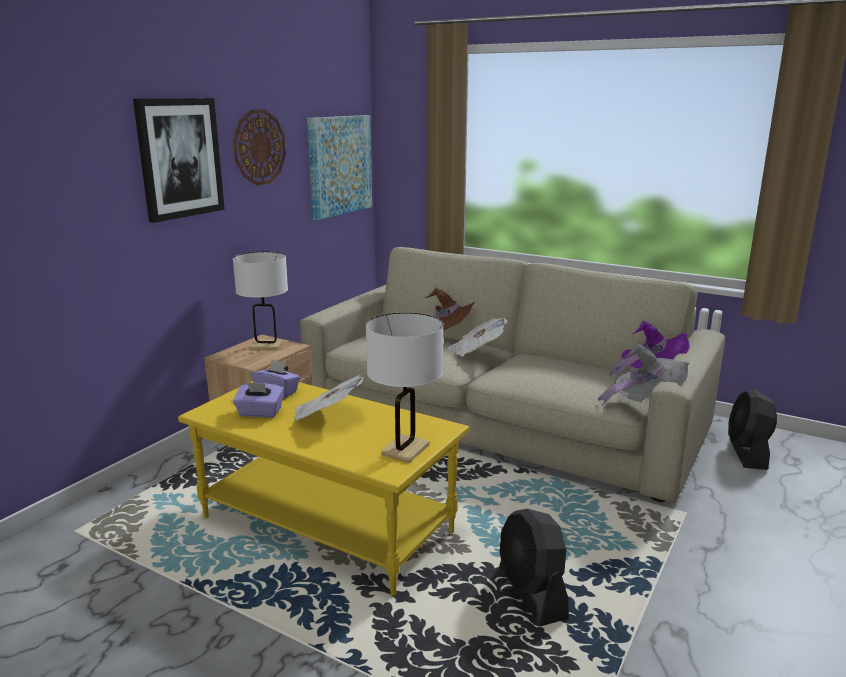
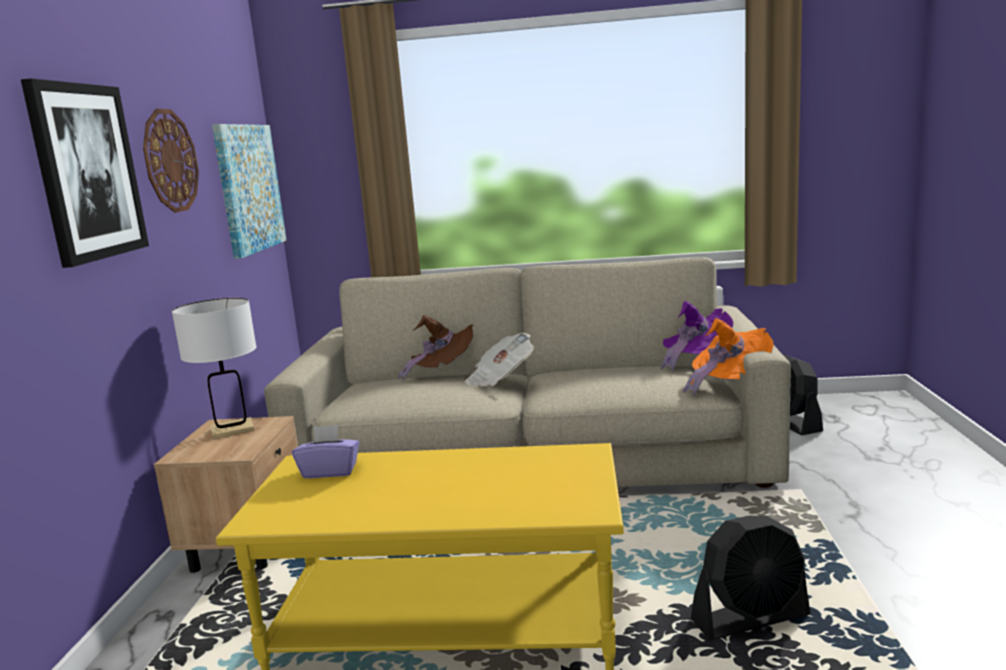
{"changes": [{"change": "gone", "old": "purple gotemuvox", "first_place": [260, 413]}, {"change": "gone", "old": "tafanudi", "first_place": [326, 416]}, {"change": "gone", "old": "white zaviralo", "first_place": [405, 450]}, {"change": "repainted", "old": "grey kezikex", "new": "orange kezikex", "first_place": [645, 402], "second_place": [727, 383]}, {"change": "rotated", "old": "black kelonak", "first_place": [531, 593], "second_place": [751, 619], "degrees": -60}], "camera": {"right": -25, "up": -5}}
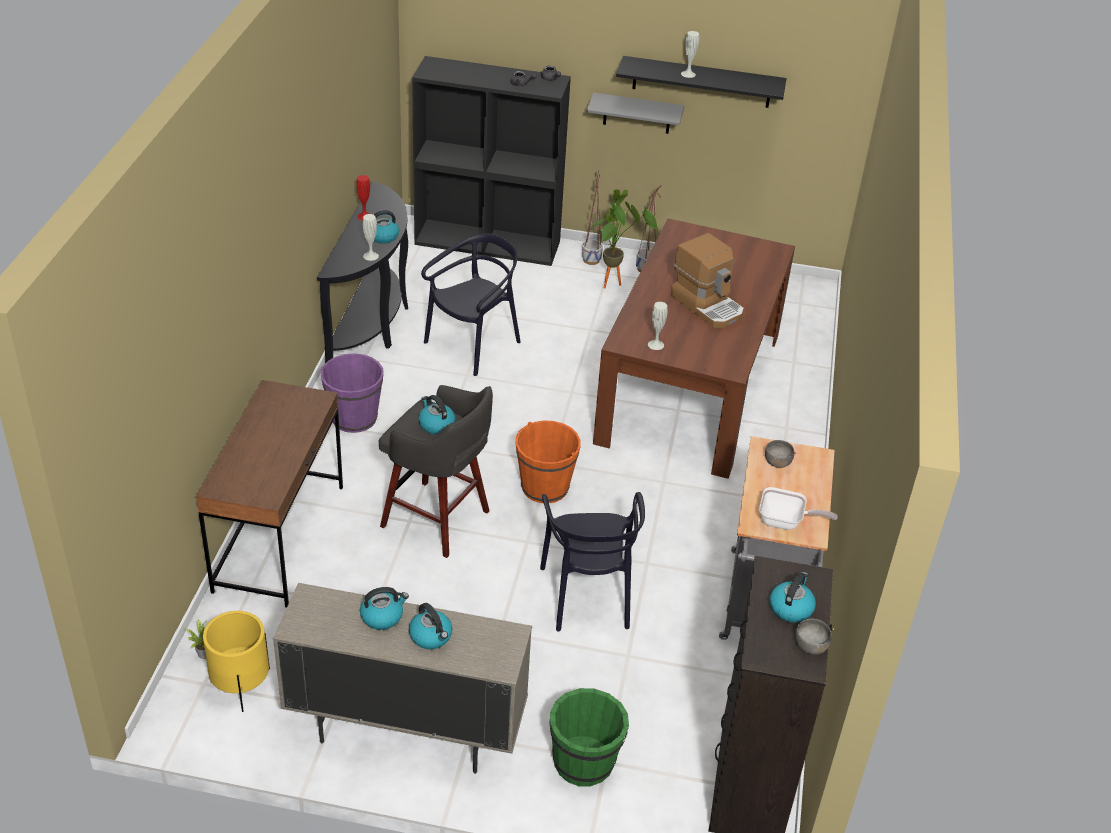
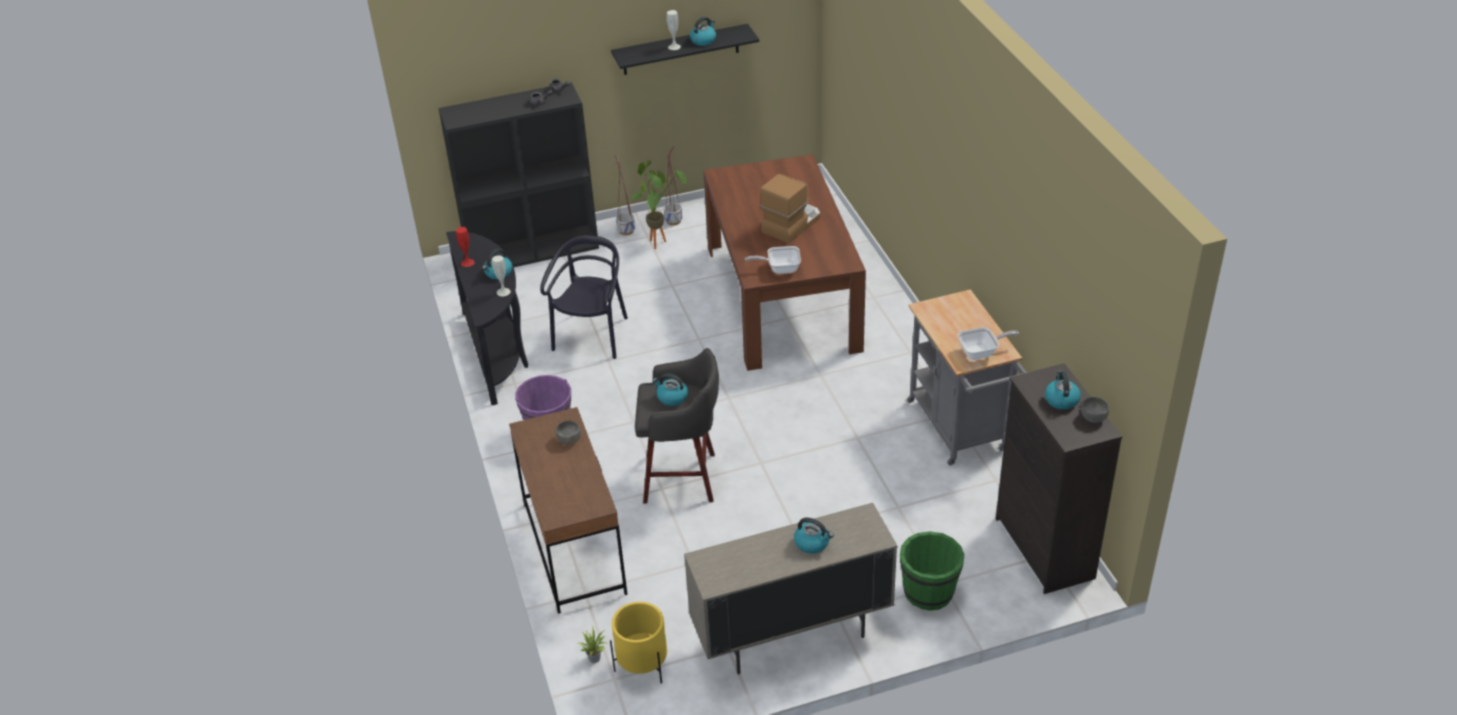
{"changes": [{"change": "gone", "old": "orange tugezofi", "first_place": [545, 487]}, {"change": "gone", "old": "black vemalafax", "first_place": [588, 596]}, {"change": "gone", "old": "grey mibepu", "first_place": [637, 113]}, {"change": "shifted", "old": "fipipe", "first_place": [382, 616], "second_place": [703, 40]}, {"change": "shifted", "old": "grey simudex", "first_place": [777, 462], "second_place": [569, 440]}, {"change": "swapped", "old": "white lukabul", "new": "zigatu", "first_place": [656, 345], "second_place": [780, 269]}, {"change": "rotated", "old": "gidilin", "first_place": [708, 305], "second_place": [791, 224], "degrees": -75}], "camera": {"right": -25, "up": 0}}
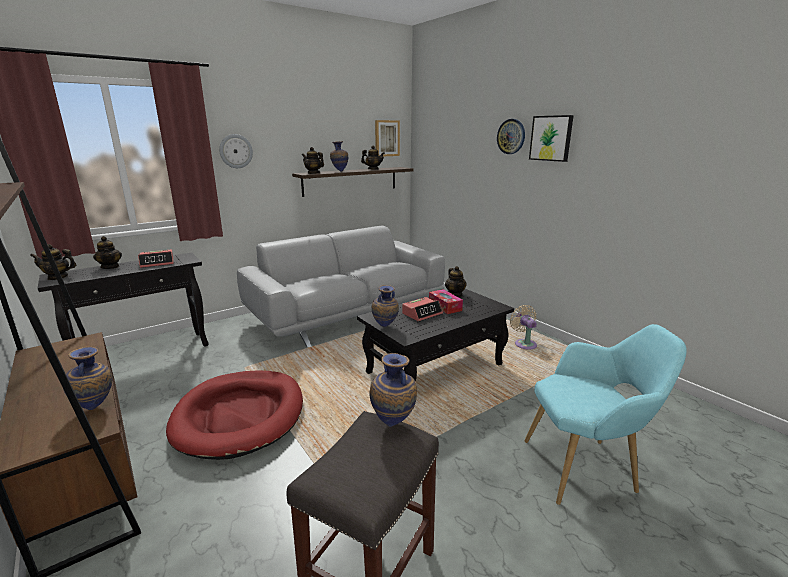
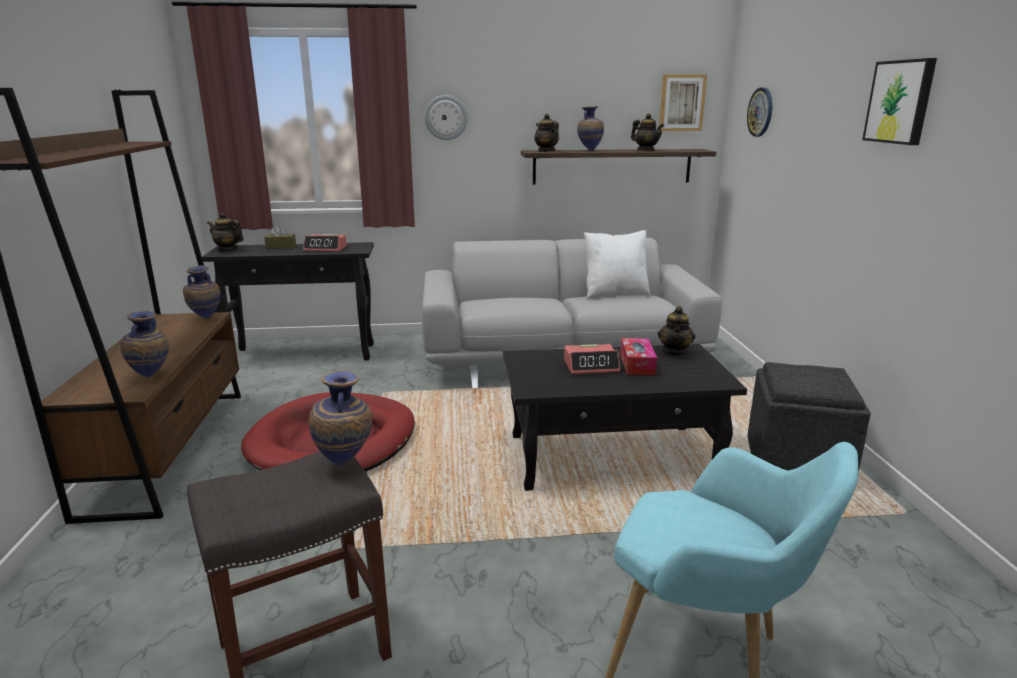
{"changes": [{"change": "new", "new": "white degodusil", "second_place": [614, 294]}, {"change": "shifted", "old": "lukabul", "first_place": [385, 327], "second_place": [205, 319]}, {"change": "shifted", "old": "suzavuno", "first_place": [511, 136], "second_place": [760, 112]}, {"change": "swapped", "old": "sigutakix", "new": "brown gotemuvox", "first_place": [110, 267], "second_place": [281, 246]}, {"change": "swapped", "old": "beige kelonak", "new": "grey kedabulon", "first_place": [524, 343], "second_place": [796, 462]}], "camera": {"right": 30, "up": 0}}
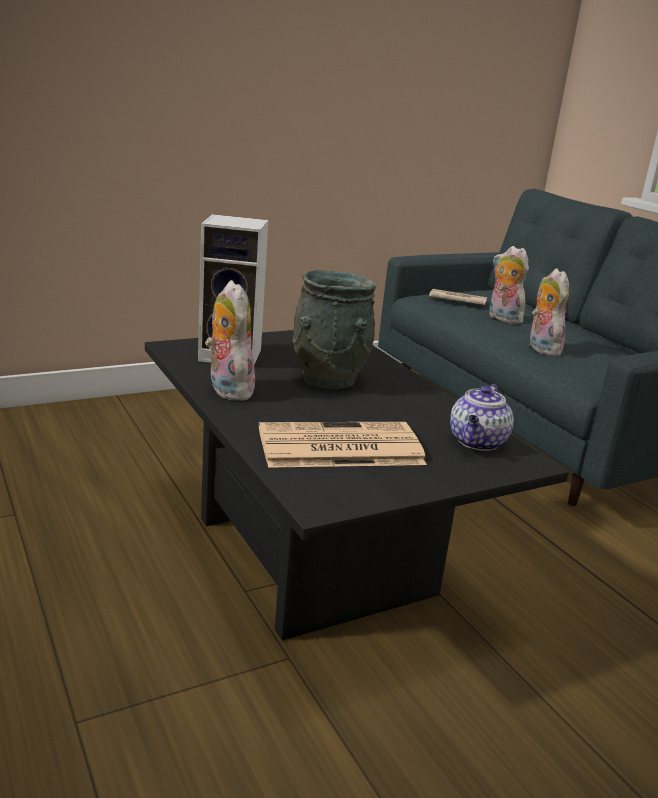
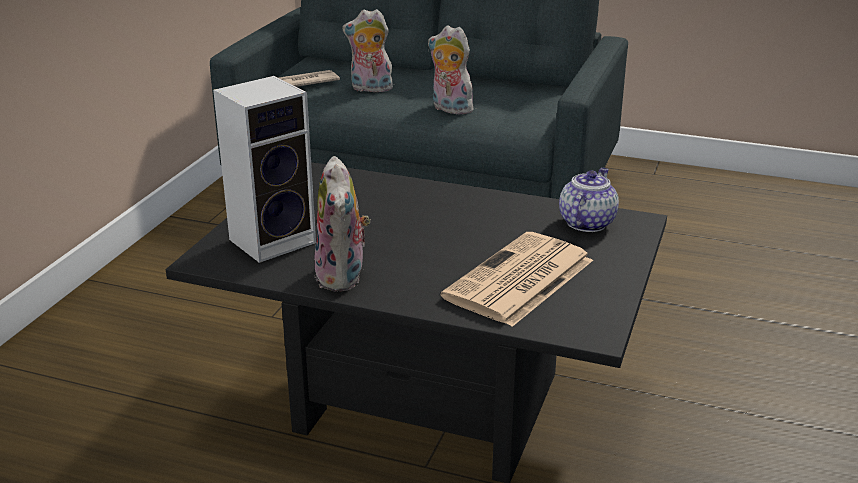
{"changes": [{"change": "gone", "old": "grey lukabul", "first_place": [329, 379]}, {"change": "rotated", "old": "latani", "first_place": [227, 389], "second_place": [344, 277], "degrees": -120}, {"change": "rotated", "old": "sigutakix", "first_place": [477, 442], "second_place": [586, 222], "degrees": -135}], "camera": {"right": -40, "up": 5}}
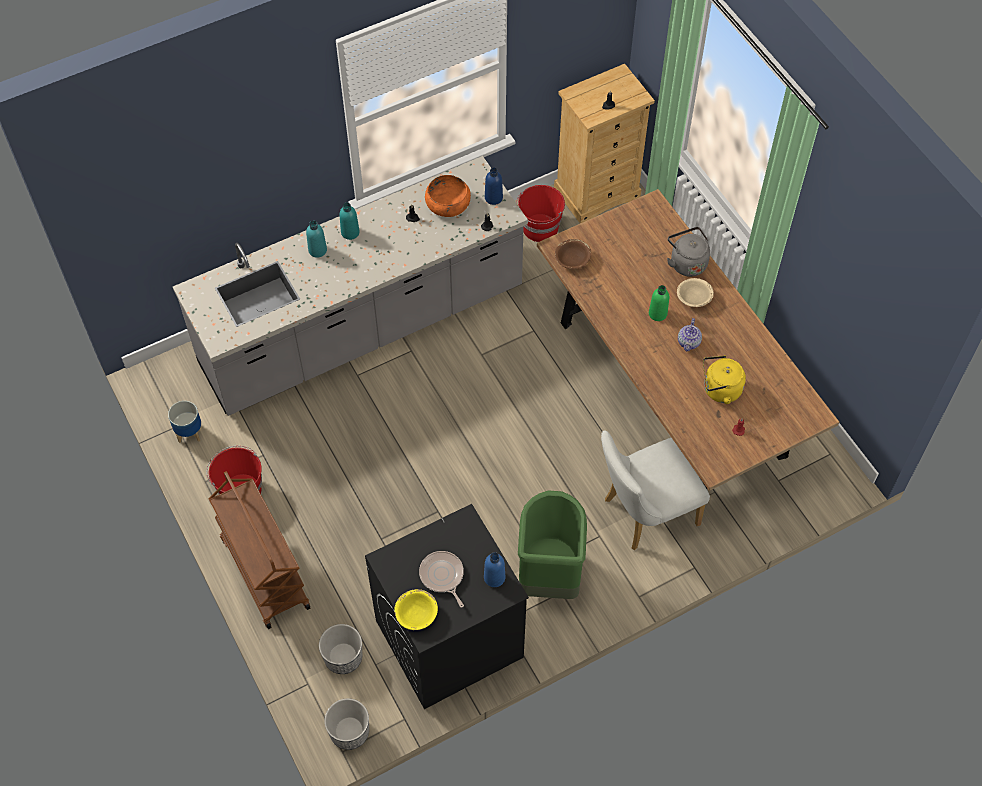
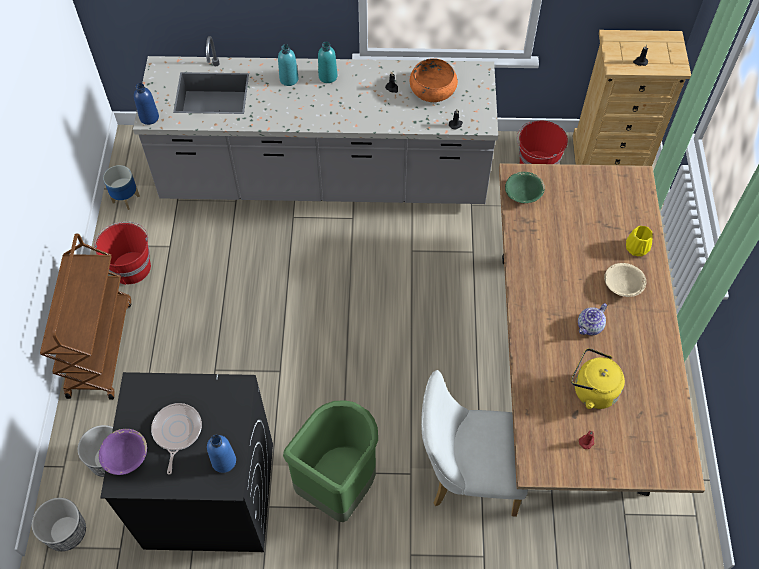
{"changes": [{"change": "gone", "old": "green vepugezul", "first_place": [657, 313]}, {"change": "shifted", "old": "blue vepugezul", "first_place": [493, 198], "second_place": [149, 117]}, {"change": "swapped", "old": "grey fipipe", "new": "yellow lukabul", "first_place": [686, 262], "second_place": [637, 248]}, {"change": "repainted", "old": "yellow simudex", "new": "purple simudex", "first_place": [416, 614], "second_place": [126, 456]}, {"change": "repainted", "old": "brown simudex", "new": "green simudex", "first_place": [572, 260], "second_place": [523, 194]}], "camera": {"right": 30, "up": 0}}
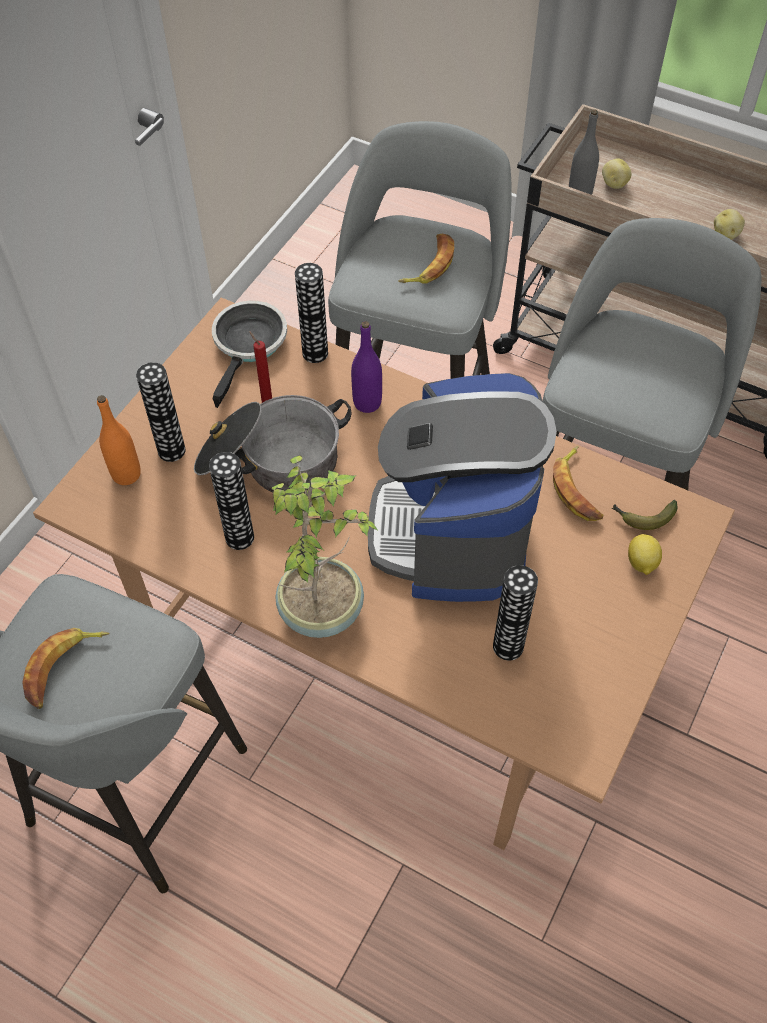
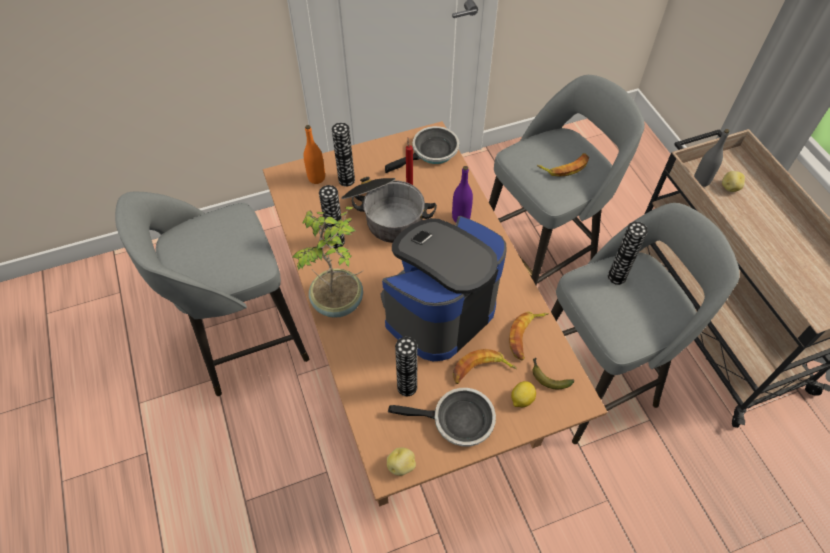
{"changes": [{"change": "new", "new": "zigatu", "second_place": [457, 421]}, {"change": "shifted", "old": "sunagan", "first_place": [63, 668], "second_place": [481, 370]}, {"change": "shifted", "old": "lukabul", "first_place": [315, 353], "second_place": [616, 277]}, {"change": "shifted", "old": "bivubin", "first_place": [726, 234], "second_place": [401, 465]}], "camera": {"right": 40, "up": 0}}
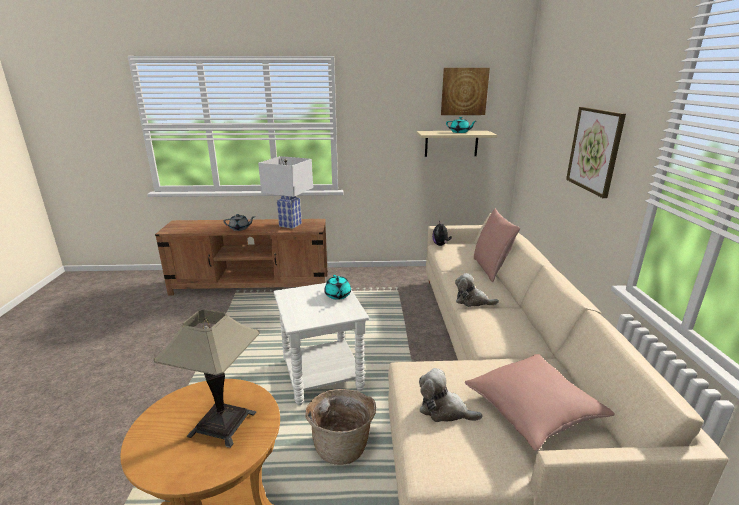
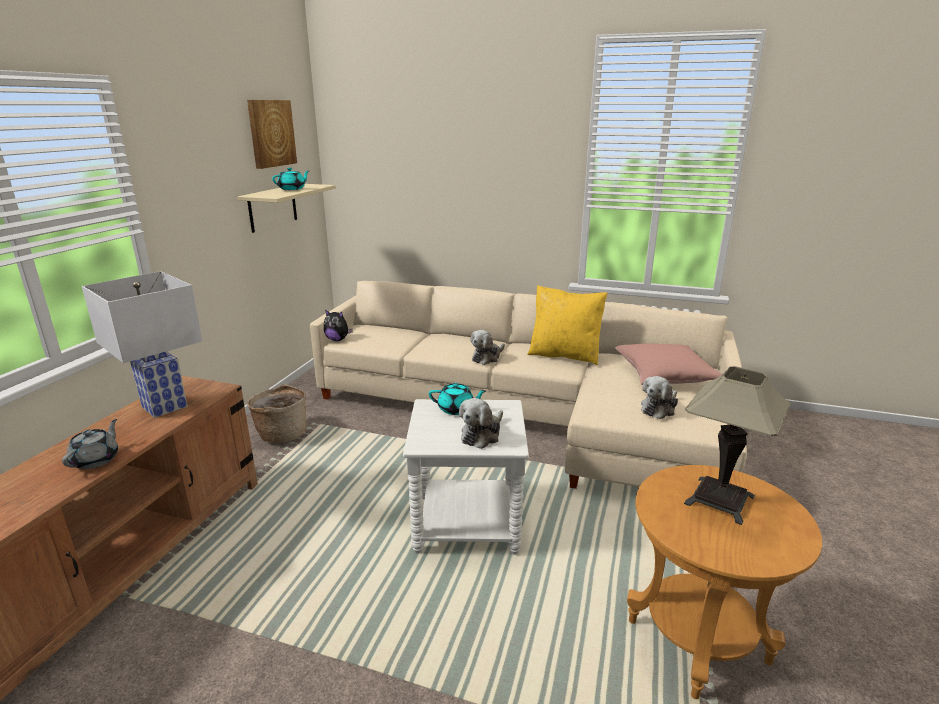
{"changes": [{"change": "gone", "old": "pink degodusil", "first_place": [490, 269]}, {"change": "gone", "old": "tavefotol", "first_place": [594, 150]}, {"change": "new", "new": "latani", "second_place": [482, 434]}, {"change": "new", "new": "yellow degodusil", "second_place": [564, 355]}, {"change": "shifted", "old": "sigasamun", "first_place": [342, 445], "second_place": [282, 434]}], "camera": {"right": -70, "up": 0}}
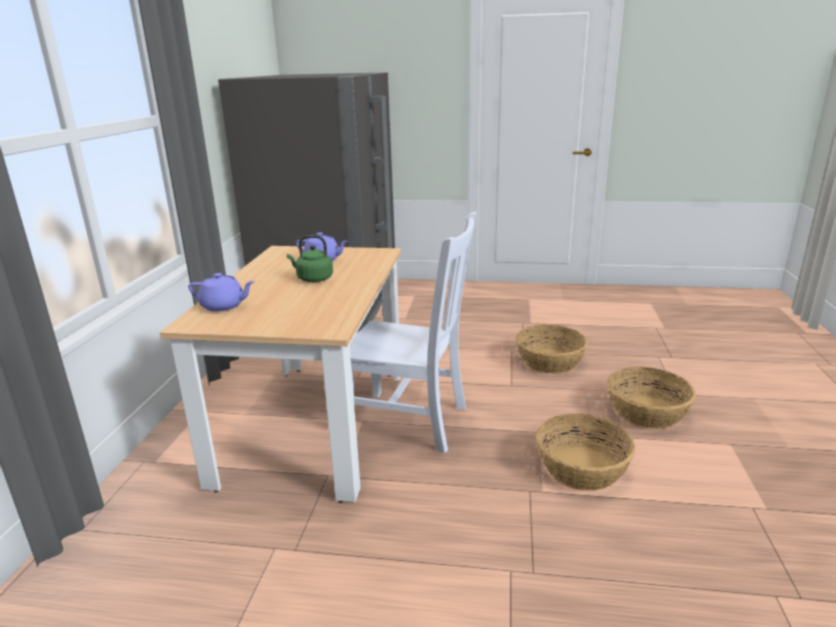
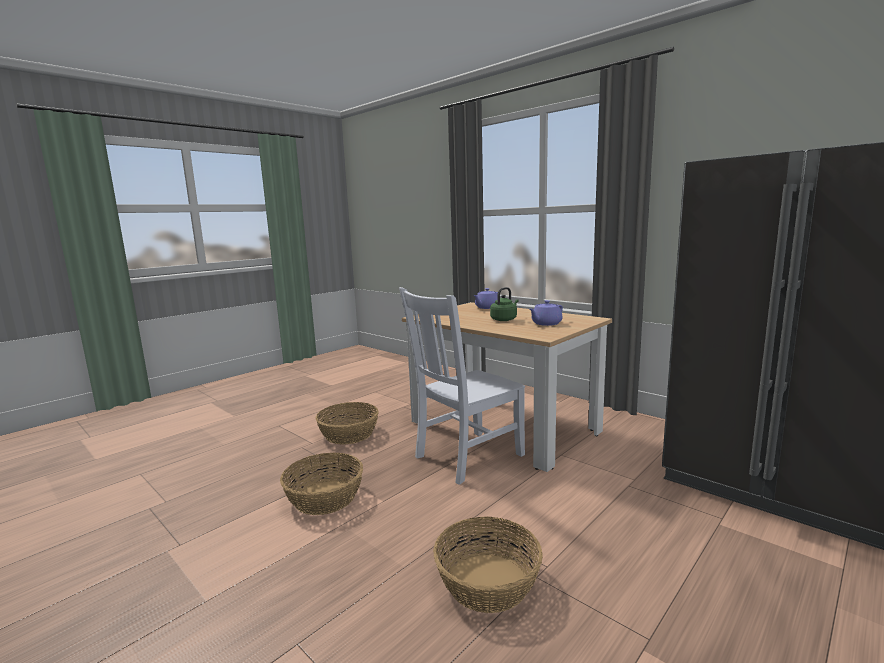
{"changes": [{"change": "shifted", "old": "sigasamun", "first_place": [646, 412], "second_place": [349, 434]}], "camera": {"right": 125, "up": -10}}
